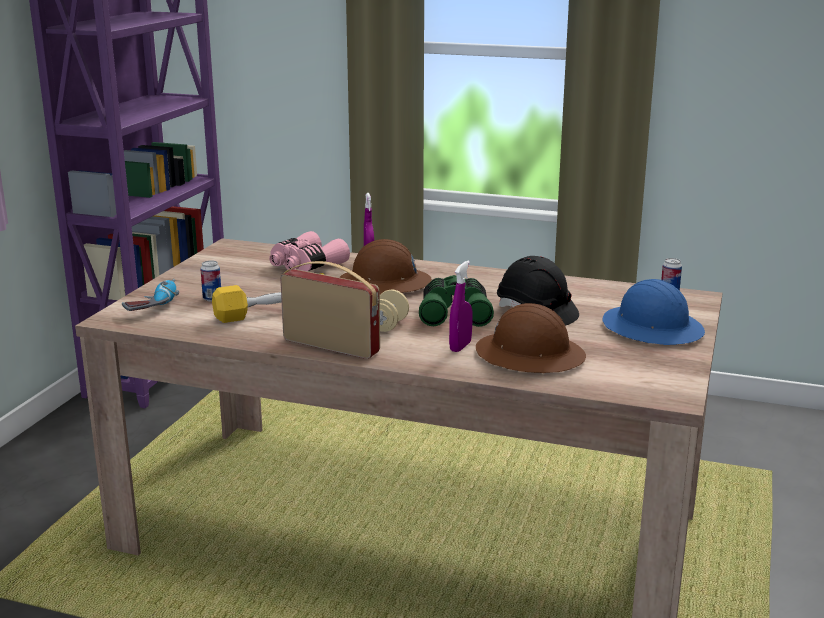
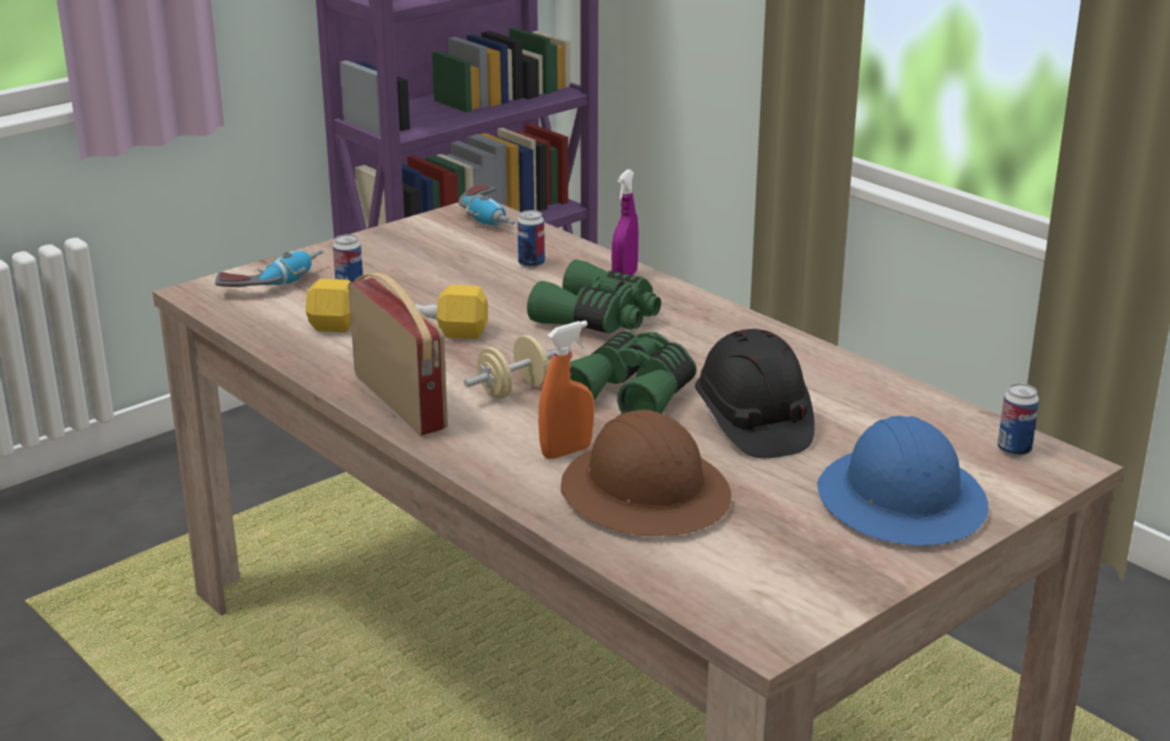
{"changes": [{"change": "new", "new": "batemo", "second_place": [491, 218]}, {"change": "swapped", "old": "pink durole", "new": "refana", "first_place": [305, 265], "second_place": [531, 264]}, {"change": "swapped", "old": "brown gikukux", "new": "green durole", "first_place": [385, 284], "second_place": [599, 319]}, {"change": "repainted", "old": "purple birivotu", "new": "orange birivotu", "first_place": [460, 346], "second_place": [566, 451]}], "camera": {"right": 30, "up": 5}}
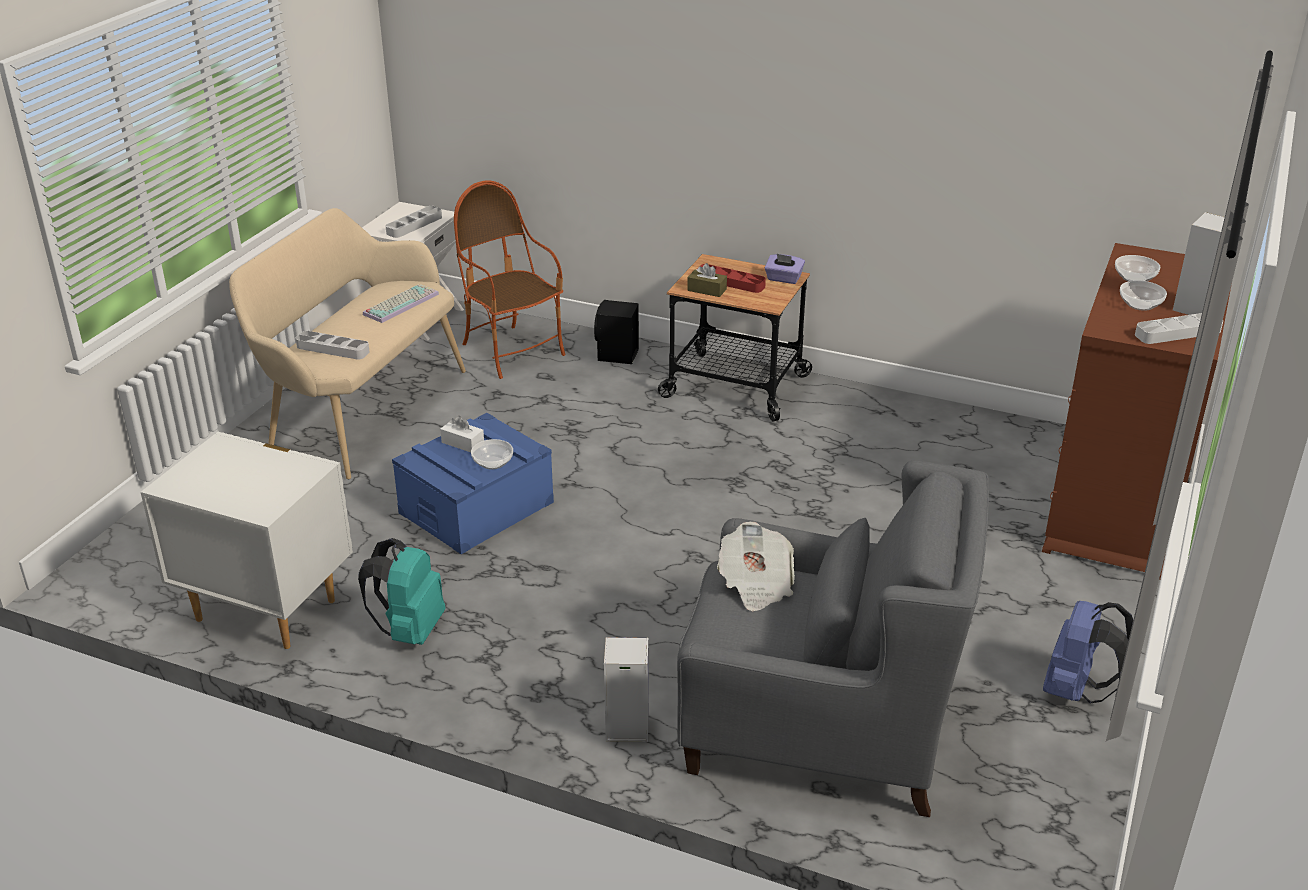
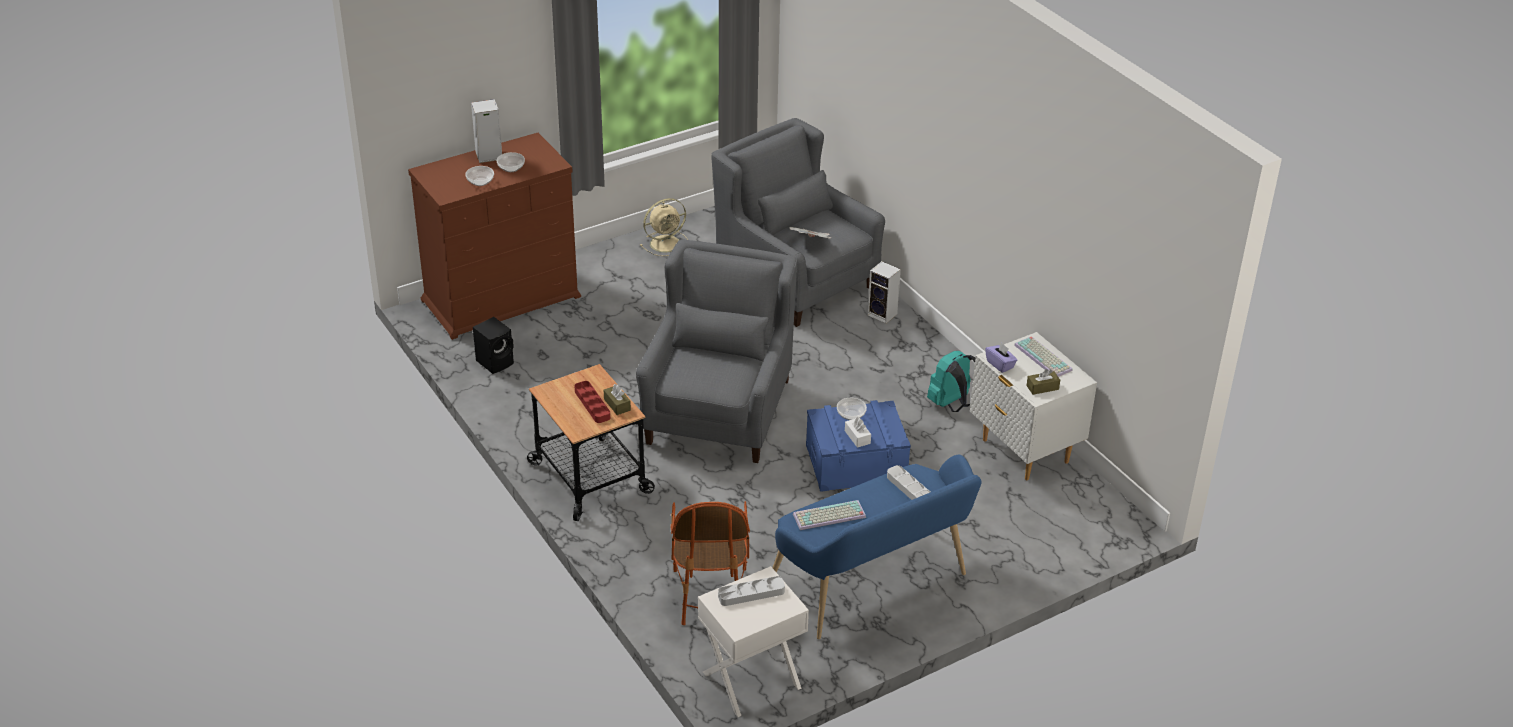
{"changes": [{"change": "gone", "old": "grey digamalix", "first_place": [1177, 333]}, {"change": "new", "new": "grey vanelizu", "second_place": [719, 412]}, {"change": "new", "new": "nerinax", "second_place": [1044, 358]}, {"change": "new", "new": "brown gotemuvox", "second_place": [1042, 387]}, {"change": "shifted", "old": "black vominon", "first_place": [617, 356], "second_place": [496, 362]}, {"change": "shifted", "old": "purple gotemuvox", "first_place": [783, 279], "second_place": [1000, 364]}, {"change": "swapped", "old": "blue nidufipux", "new": "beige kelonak", "first_place": [1076, 690], "second_place": [666, 243]}, {"change": "repainted", "old": "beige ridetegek", "new": "blue ridetegek", "first_place": [360, 411], "second_place": [873, 586]}], "camera": {"right": -145, "up": 5}}
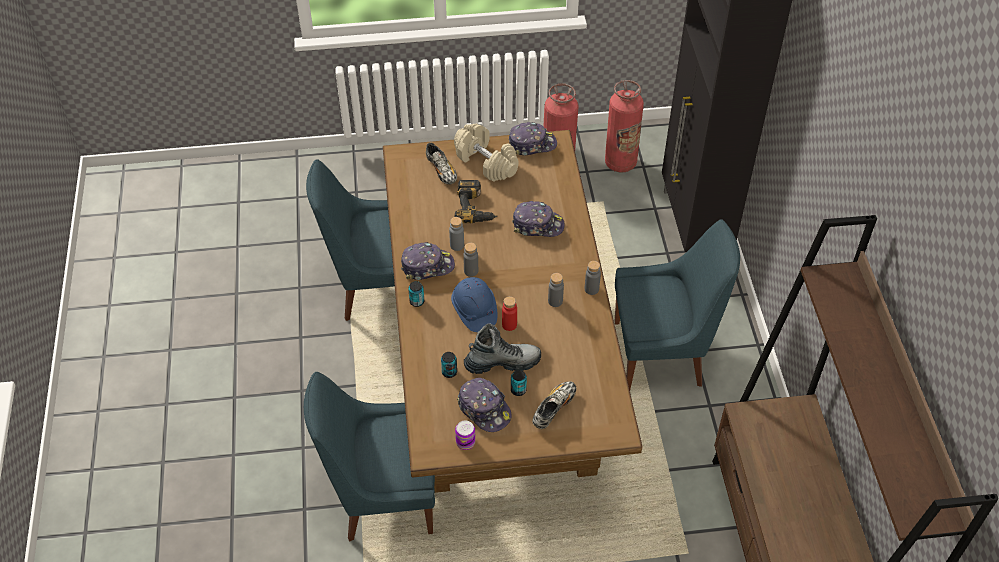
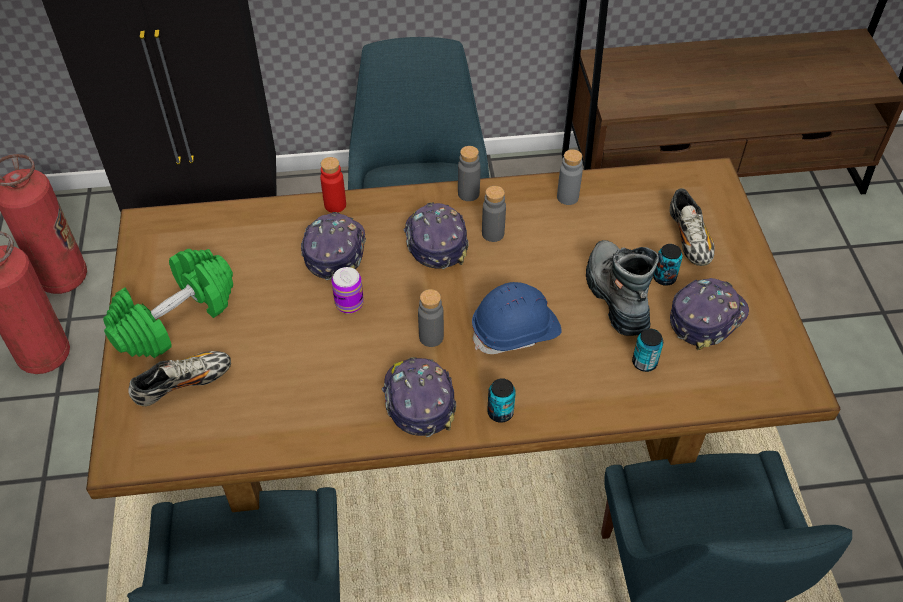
{"changes": [{"change": "gone", "old": "batemo", "first_place": [475, 208]}, {"change": "shifted", "old": "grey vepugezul", "first_place": [457, 245], "second_place": [567, 197]}, {"change": "shifted", "old": "refana", "first_place": [465, 442], "second_place": [349, 303]}, {"change": "shifted", "old": "red vepugezul", "first_place": [509, 325], "second_place": [335, 205]}, {"change": "shifted", "old": "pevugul", "first_place": [532, 144], "second_place": [435, 241]}, {"change": "repainted", "old": "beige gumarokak", "new": "green gumarokak", "first_place": [486, 162], "second_place": [175, 318]}, {"change": "rotated", "old": "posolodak", "first_place": [554, 408], "second_place": [689, 239], "degrees": -135}], "camera": {"right": -90, "up": 0}}
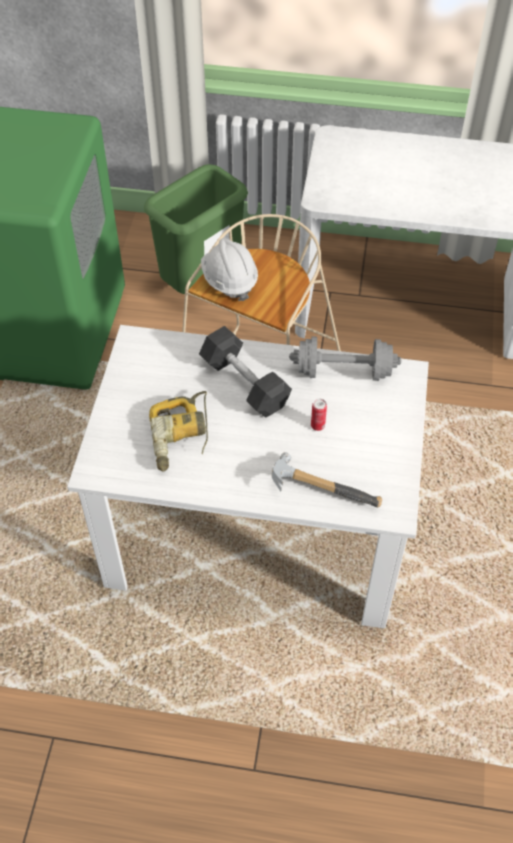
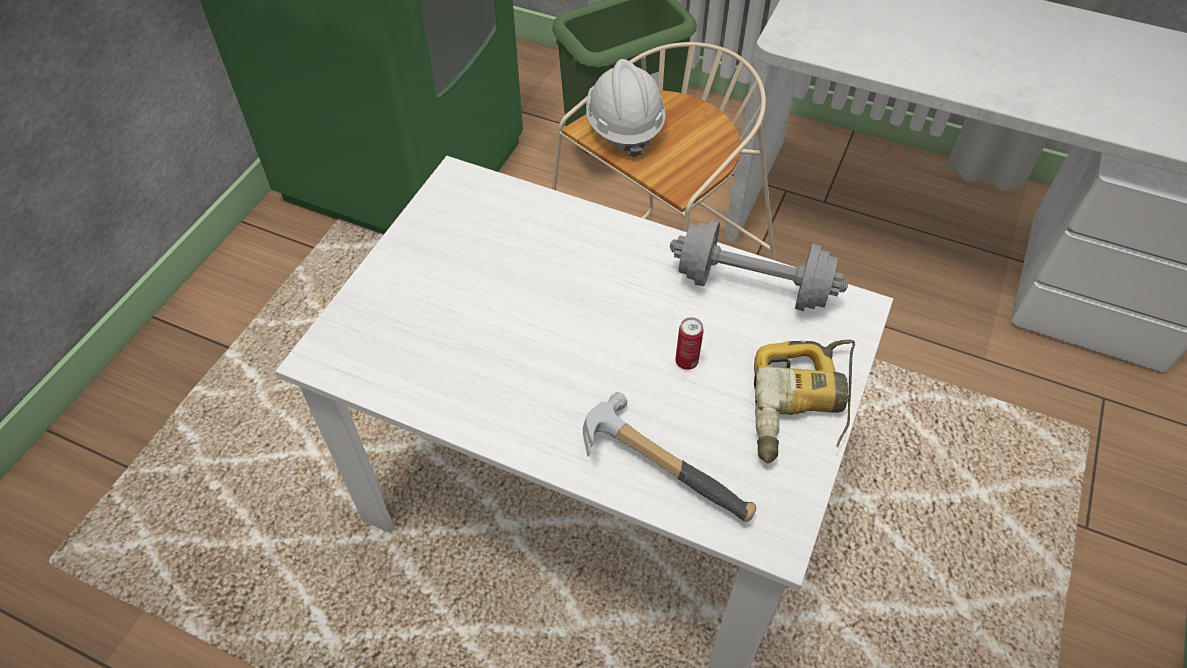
{"changes": [{"change": "gone", "old": "black gumarokak", "first_place": [244, 383]}, {"change": "shifted", "old": "batemo", "first_place": [181, 437], "second_place": [801, 408]}], "camera": {"right": 15, "up": 0}}
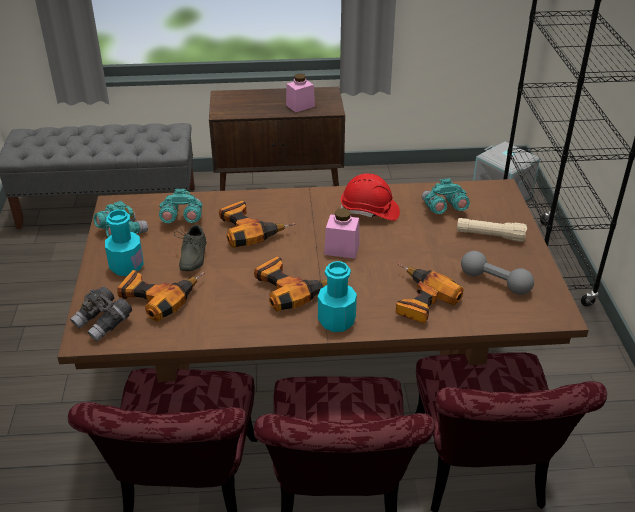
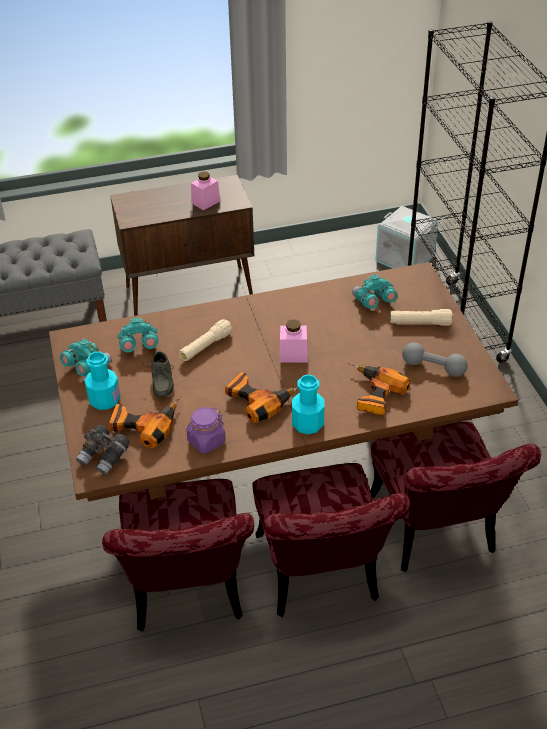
{"changes": [{"change": "gone", "old": "red gikukux", "first_place": [369, 211]}, {"change": "new", "new": "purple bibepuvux", "second_place": [206, 441]}, {"change": "swapped", "old": "batemo", "new": "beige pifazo", "first_place": [251, 229], "second_place": [205, 346]}], "camera": {"right": -10, "up": 5}}
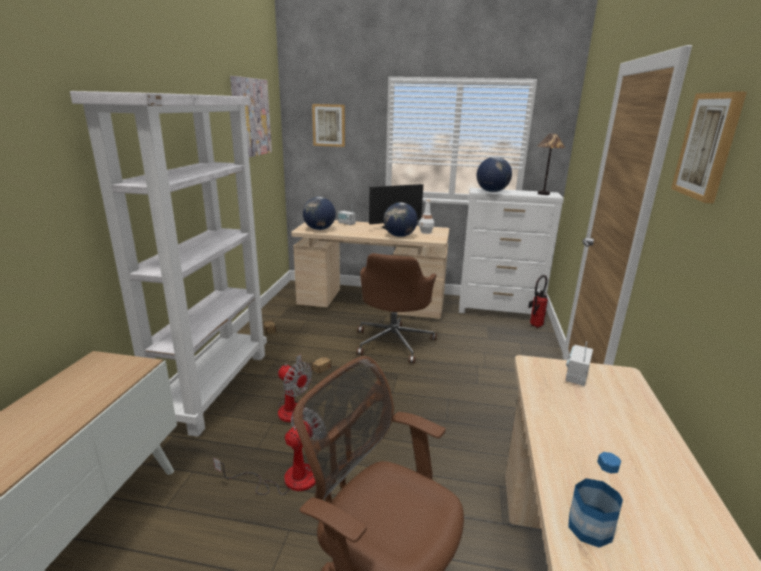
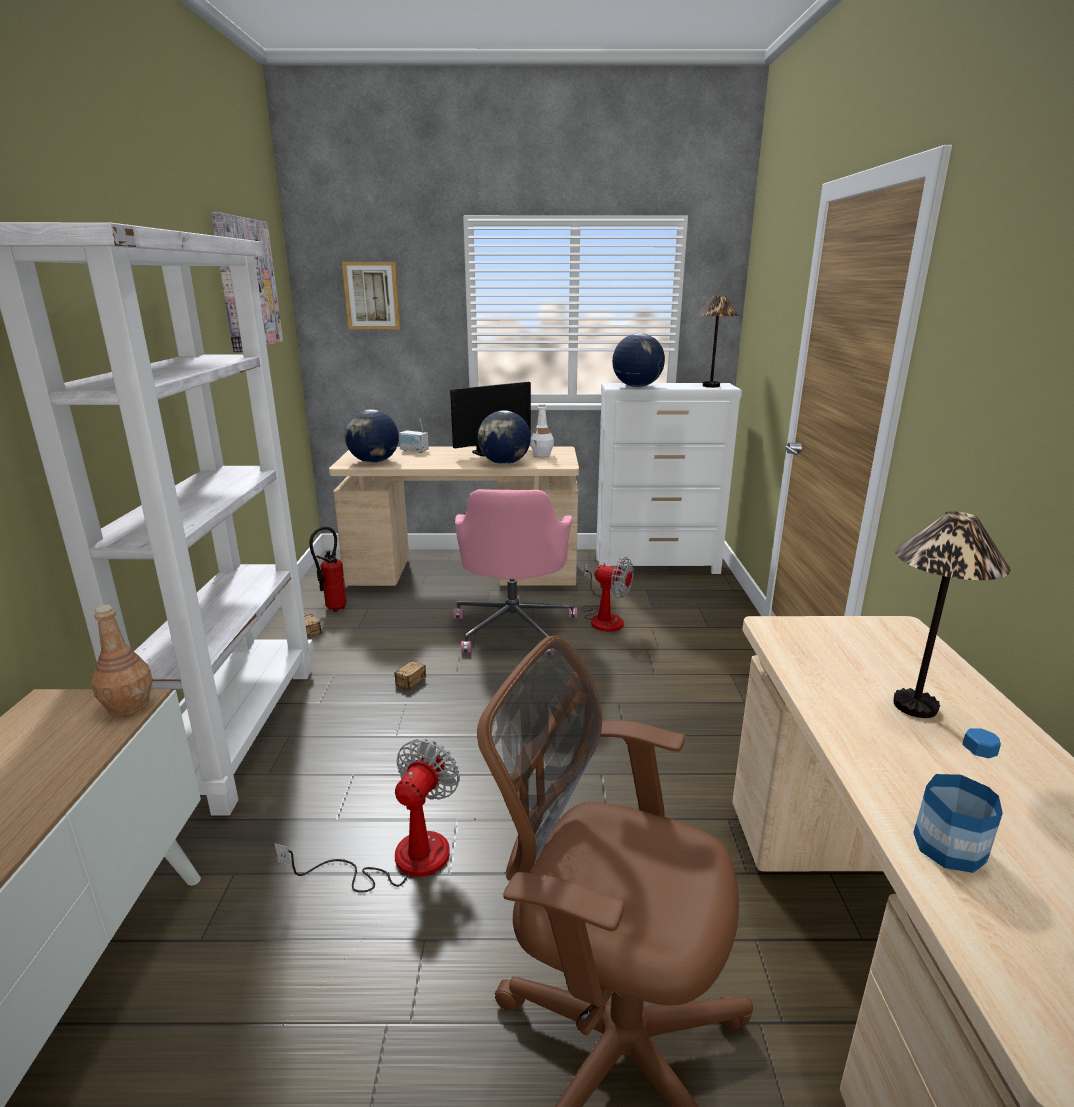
{"changes": [{"change": "gone", "old": "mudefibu", "first_place": [576, 376]}, {"change": "gone", "old": "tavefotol", "first_place": [708, 146]}, {"change": "new", "new": "brown vepugezul", "second_place": [128, 705]}, {"change": "new", "new": "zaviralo", "second_place": [916, 706]}, {"change": "shifted", "old": "kelonak", "first_place": [294, 406], "second_place": [603, 618]}, {"change": "shifted", "old": "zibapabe", "first_place": [534, 326], "second_place": [332, 609]}, {"change": "repainted", "old": "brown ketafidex", "new": "pink ketafidex", "first_place": [394, 342], "second_place": [514, 627]}], "camera": {"right": -10, "up": 0}}
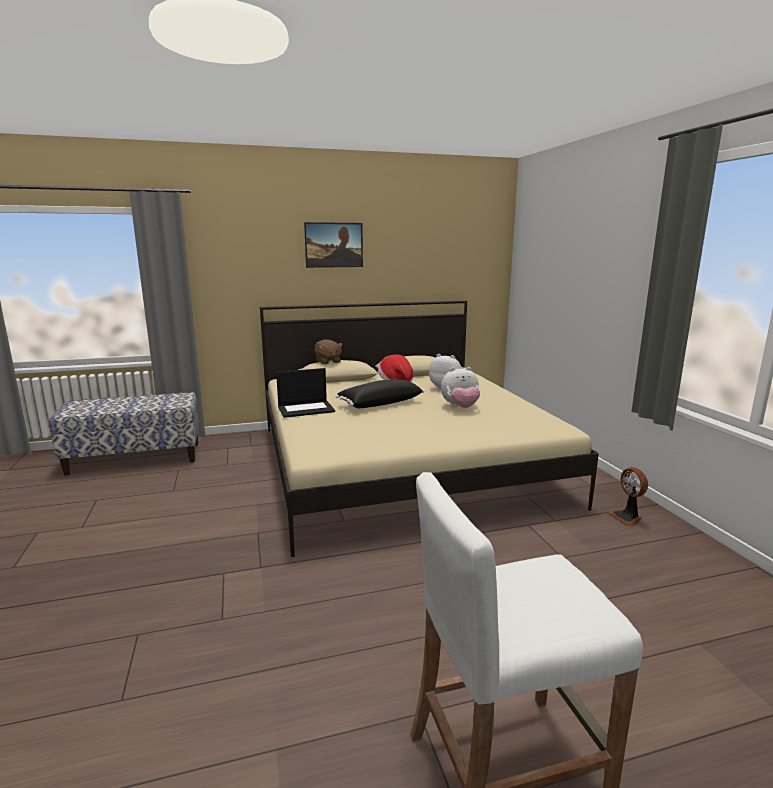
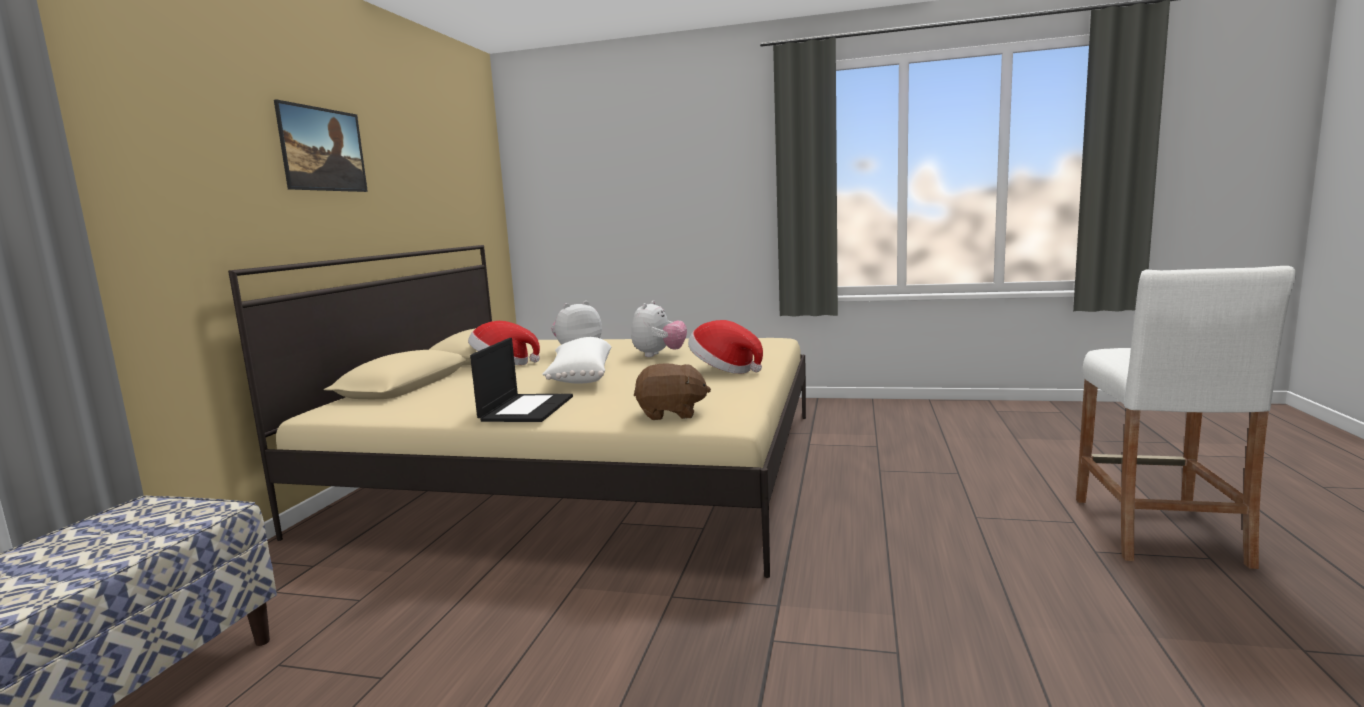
{"changes": [{"change": "gone", "old": "kelonak", "first_place": [627, 518]}, {"change": "new", "new": "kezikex", "second_place": [724, 370]}, {"change": "shifted", "old": "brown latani", "first_place": [328, 361], "second_place": [671, 414]}, {"change": "repainted", "old": "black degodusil", "new": "white degodusil", "first_place": [380, 403], "second_place": [579, 377]}], "camera": {"right": -60, "up": -5}}
